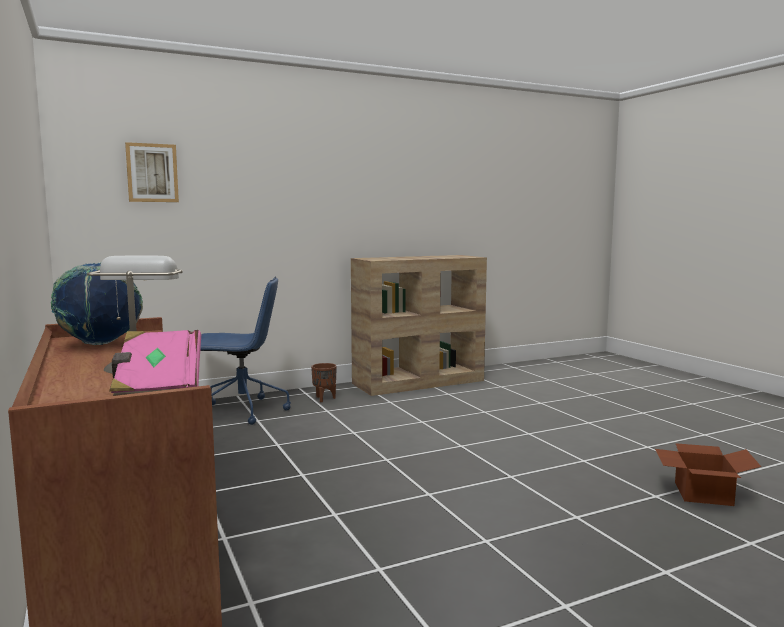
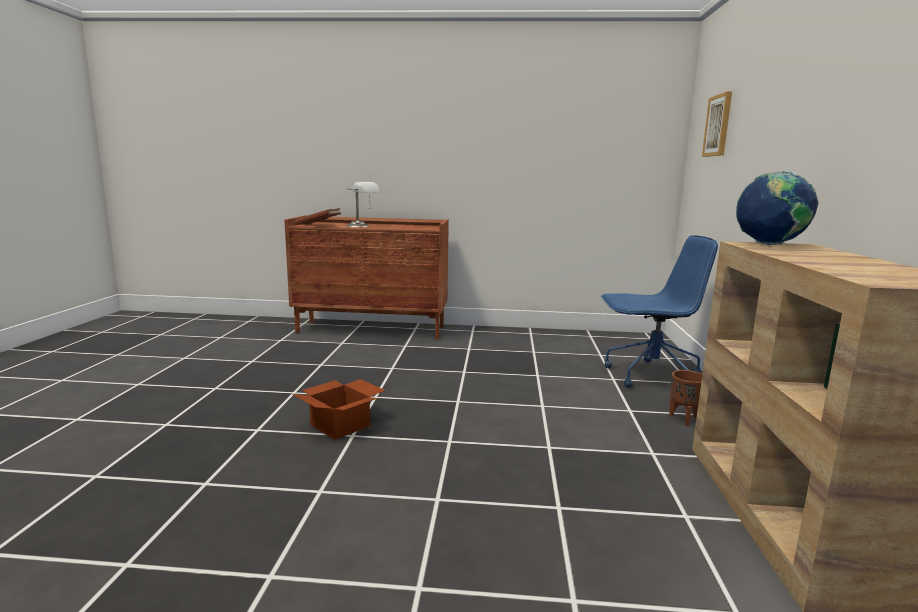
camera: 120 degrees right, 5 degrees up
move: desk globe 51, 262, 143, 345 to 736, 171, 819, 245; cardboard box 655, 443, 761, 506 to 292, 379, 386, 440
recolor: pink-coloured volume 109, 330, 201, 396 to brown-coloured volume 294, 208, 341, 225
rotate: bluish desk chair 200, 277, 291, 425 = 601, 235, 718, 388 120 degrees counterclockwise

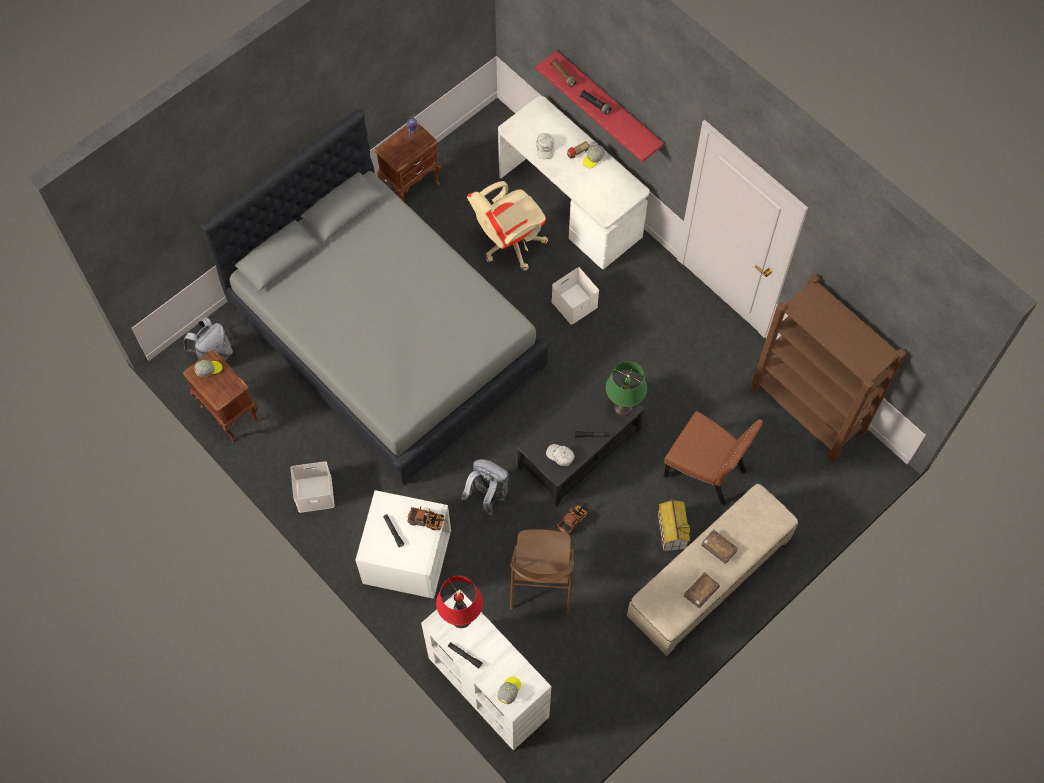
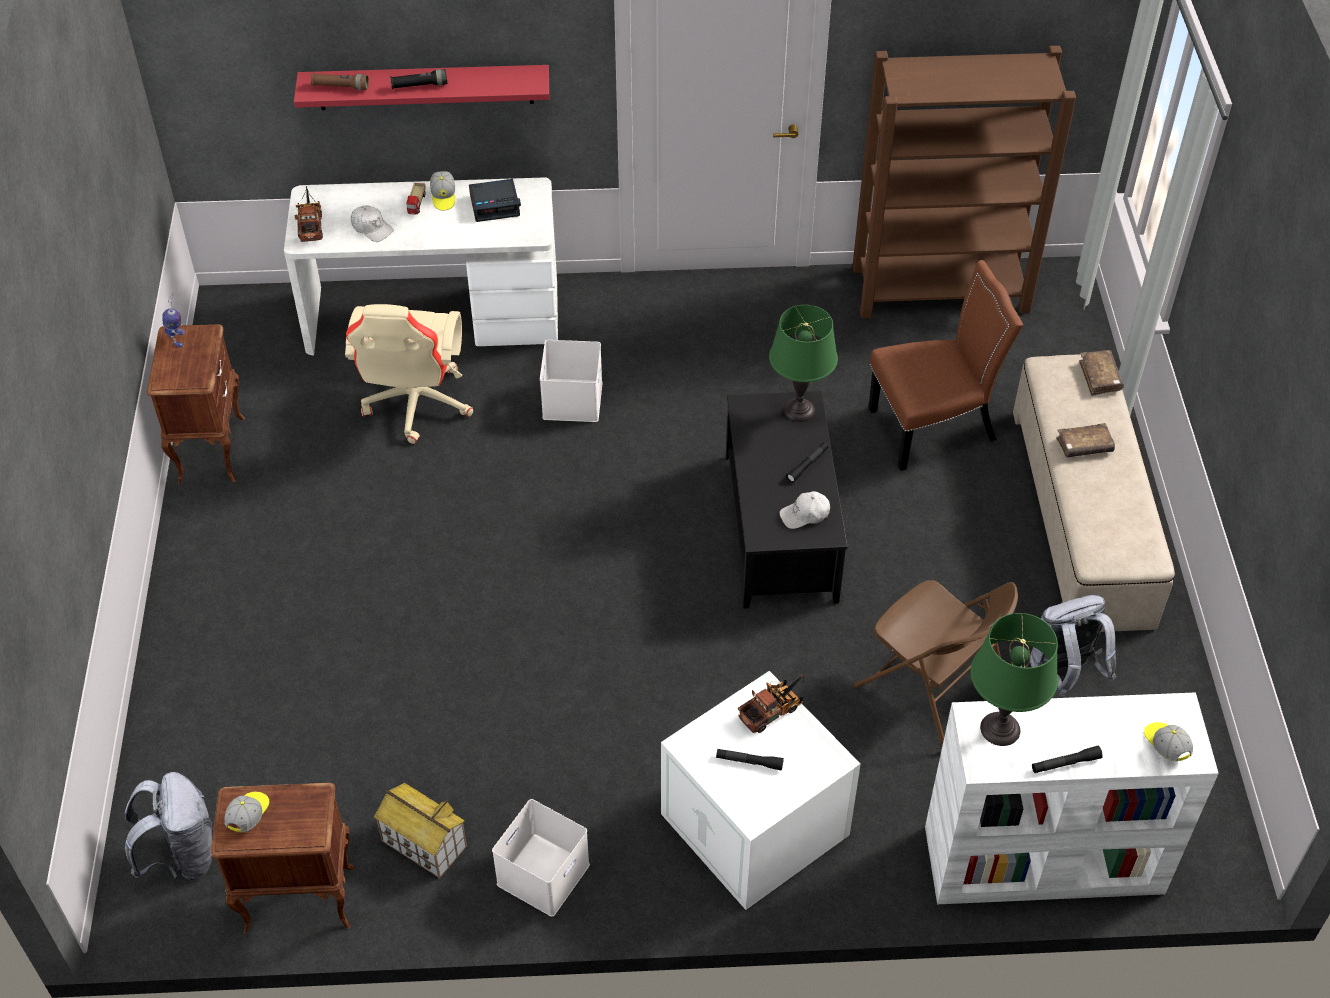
camera: 50 degrees left, 15 degrees down
delete: greyish bedroom bed 201, 110, 548, 485
insert: table clock 469, 179, 521, 222
move: greyish rucksack 461, 459, 509, 515 to 1030, 595, 1116, 696; toy lorry 557, 501, 589, 535 to 294, 186, 323, 242; model house 658, 499, 691, 551 to 374, 783, 467, 879; brown-coloured volume 684, 572, 720, 608 to 1079, 350, 1124, 396
recolor: red table lamp 436, 576, 483, 628 to greenish table lamp 971, 613, 1058, 746

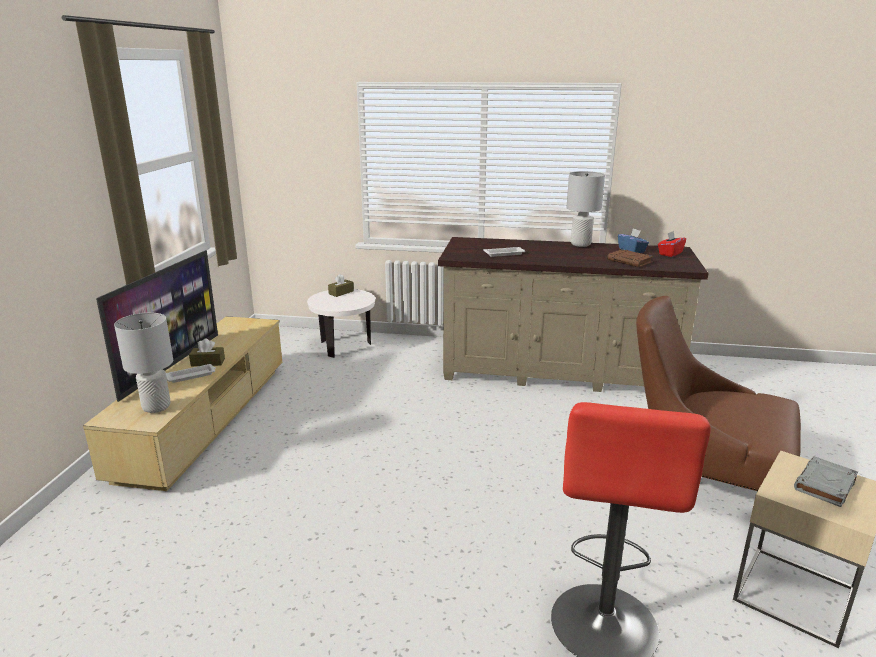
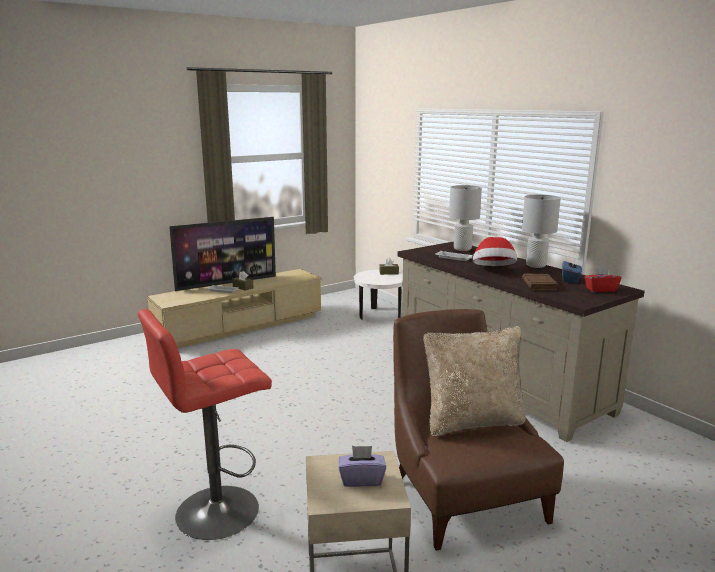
camera: 45 degrees right, 5 degrees down
insert: beige-coloured throw pillow 423, 326, 526, 436; hat 473, 237, 517, 266
move: greyish table lamp 114, 313, 173, 413 to 449, 185, 482, 251
replace: greyish volume 794, 456, 858, 507 to purple-coloured tissue holder 339, 446, 386, 487

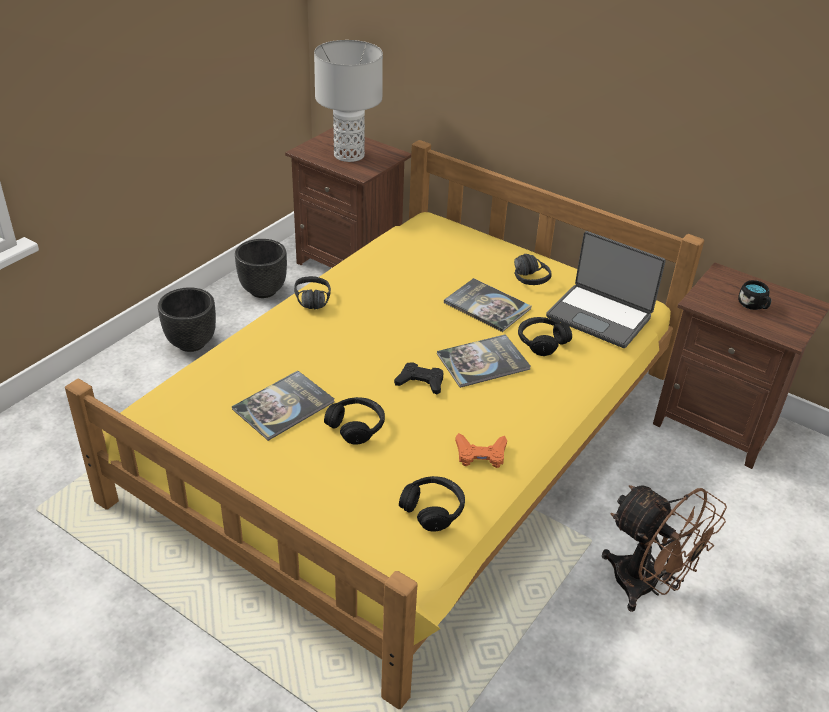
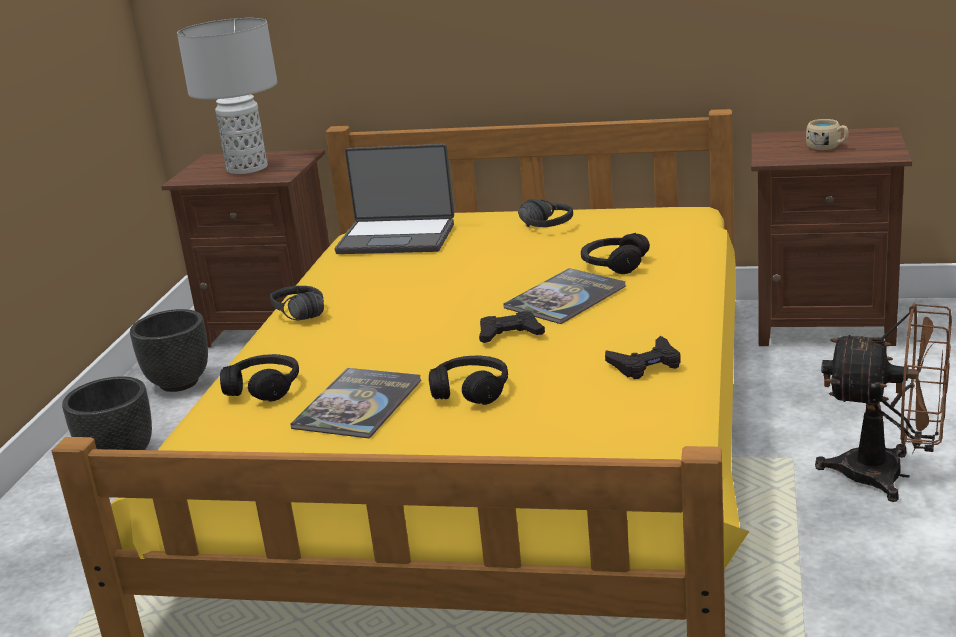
camera: 20 degrees left, 15 degrees down
delete: volume 444, 278, 531, 332
move: black-coloured headset 399, 476, 465, 532 to 220, 354, 299, 402; laptop 546, 231, 666, 348 to 335, 144, 454, 254
recolor: orangey game controller 455, 433, 507, 468 to black-coloured game controller 605, 336, 681, 379; black-coloured tea mug 738, 280, 771, 310 to beige-coloured tea mug 806, 119, 848, 150

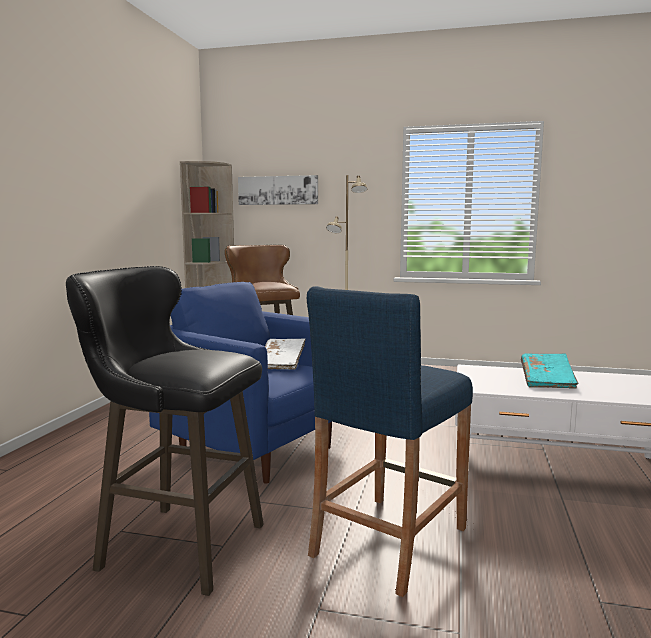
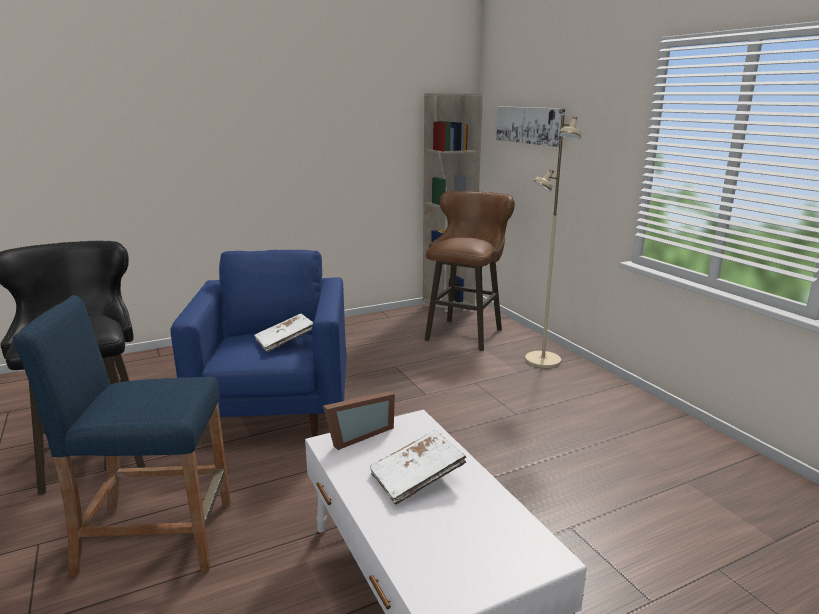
camera: 50 degrees right, 10 degrees up
insert: picture frame 323, 391, 395, 450
recolor: turquoise volume 521, 353, 578, 388 to white-coloured volume 370, 431, 466, 505

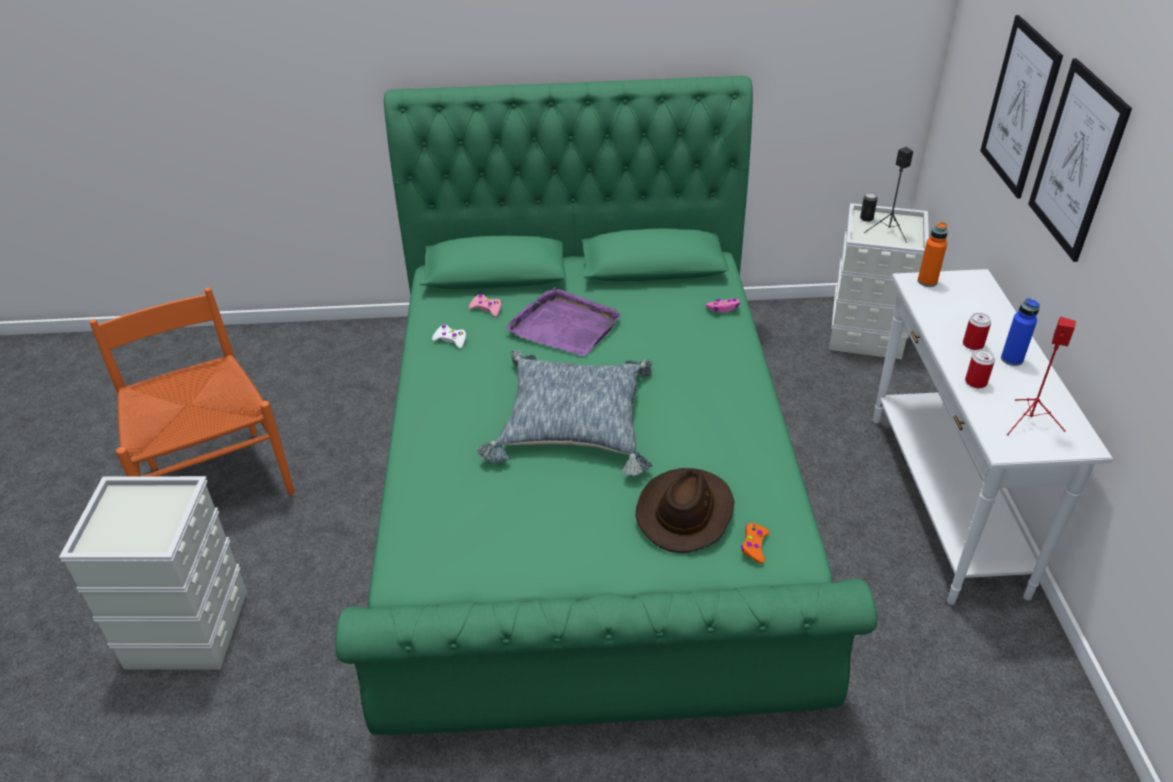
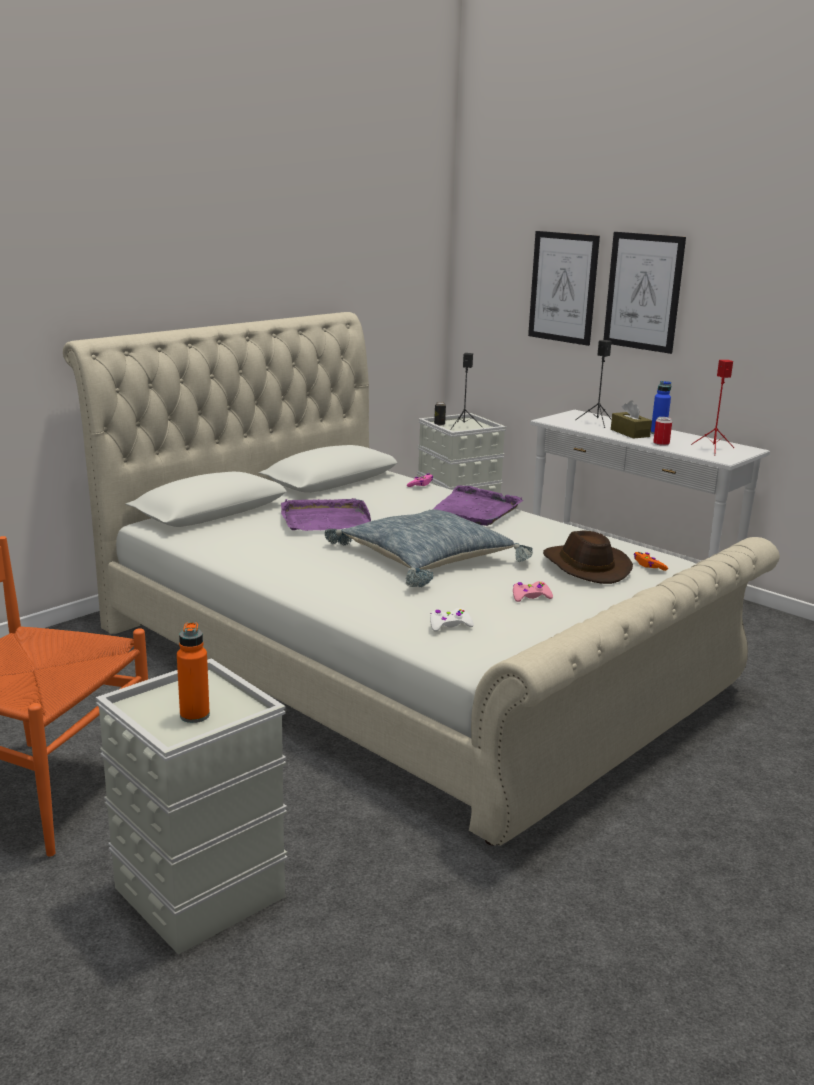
camera: 45 degrees left, 20 degrees down
insert: purple-coloured tray 433, 486, 523, 526; black-coloured loudspeaker 577, 340, 612, 428
move: white-coloured game controller 432, 325, 466, 349 to 430, 608, 474, 632; pink-coloured game controller 469, 294, 502, 317 to 513, 581, 553, 602; orangey bottle 918, 222, 948, 287 to 177, 622, 210, 723
replace: can 963, 313, 991, 350 to brown-coloured tissue holder 611, 401, 652, 439
recolor: greenish bedroom bed 335, 76, 877, 735 to beige-coloured bedroom bed 63, 312, 780, 846

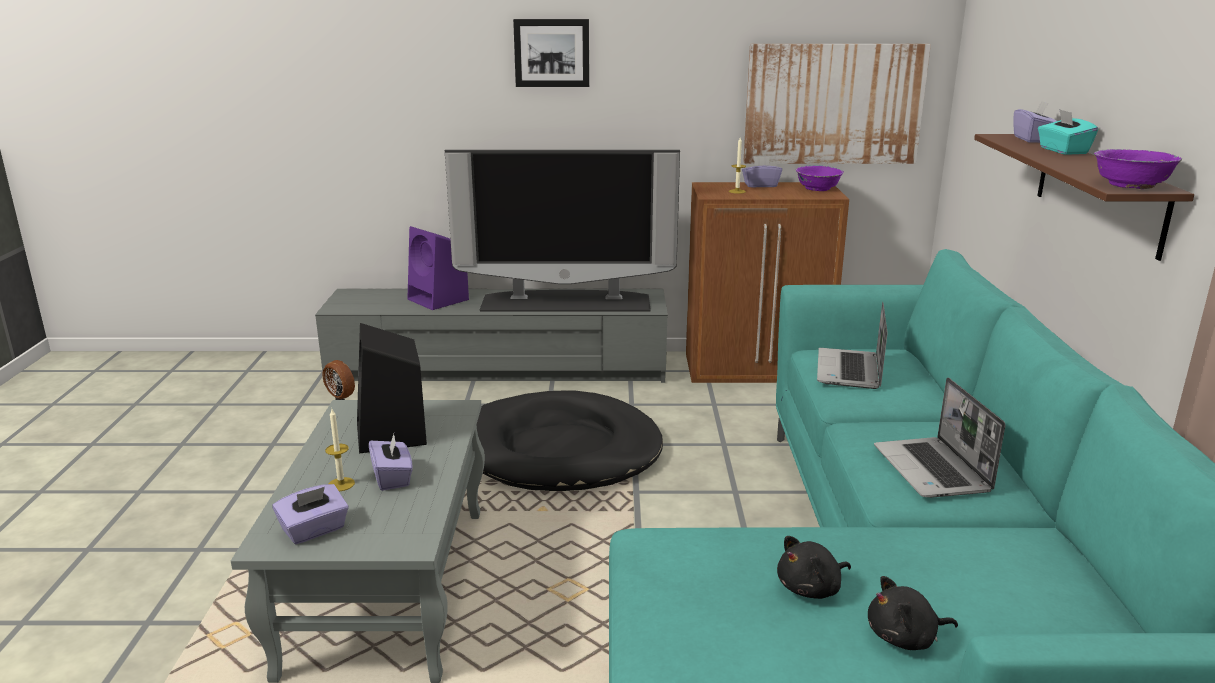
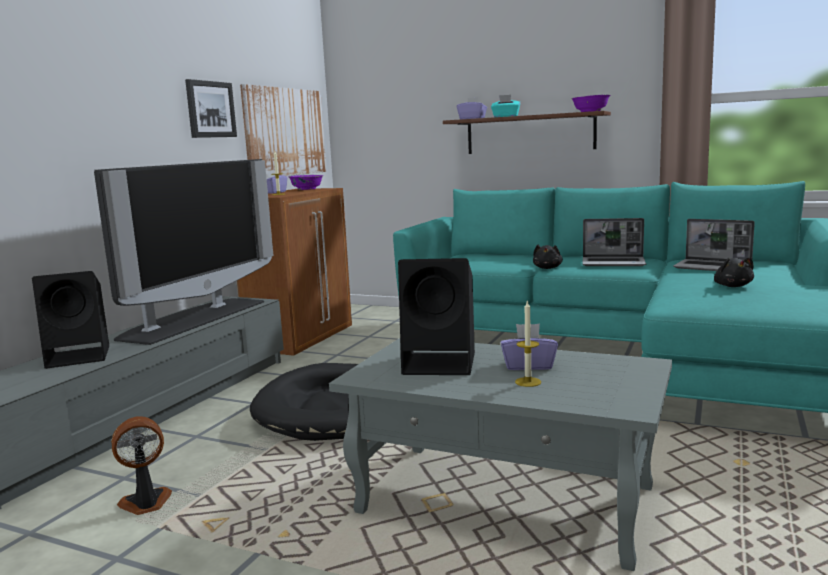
camera: 65 degrees left, 10 degrees down
delete: purple-coloured tissue holder 273, 484, 349, 544
move: wall picture 513, 19, 589, 87 to 185, 79, 237, 138; laptop 817, 302, 887, 389 to 673, 219, 755, 271; black-coloured cuddly toy 868, 576, 958, 650 to 533, 245, 563, 269
recolor: purple-coloured loudspeaker 407, 226, 469, 310 to black-coloured loudspeaker 32, 271, 109, 369

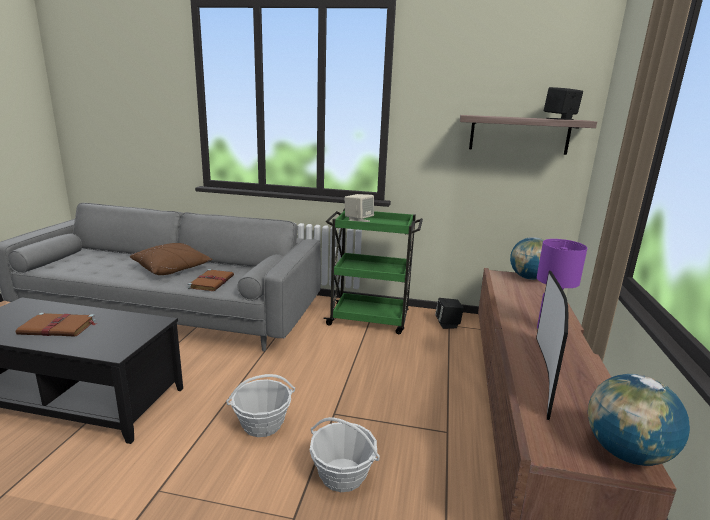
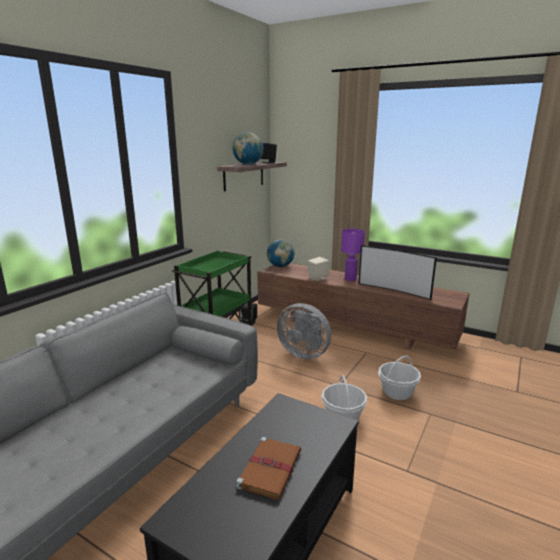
camera: 70 degrees left, 0 degrees up
delete: brown-coloured throw pillow 130, 243, 213, 275; brown-coloured volume 188, 269, 234, 291
insert: greyish electric fan 277, 303, 331, 359
move: beige-coloured loudspeaker 345, 194, 374, 222 to 307, 257, 329, 281; desk globe 588, 374, 690, 466 to 233, 132, 264, 165

